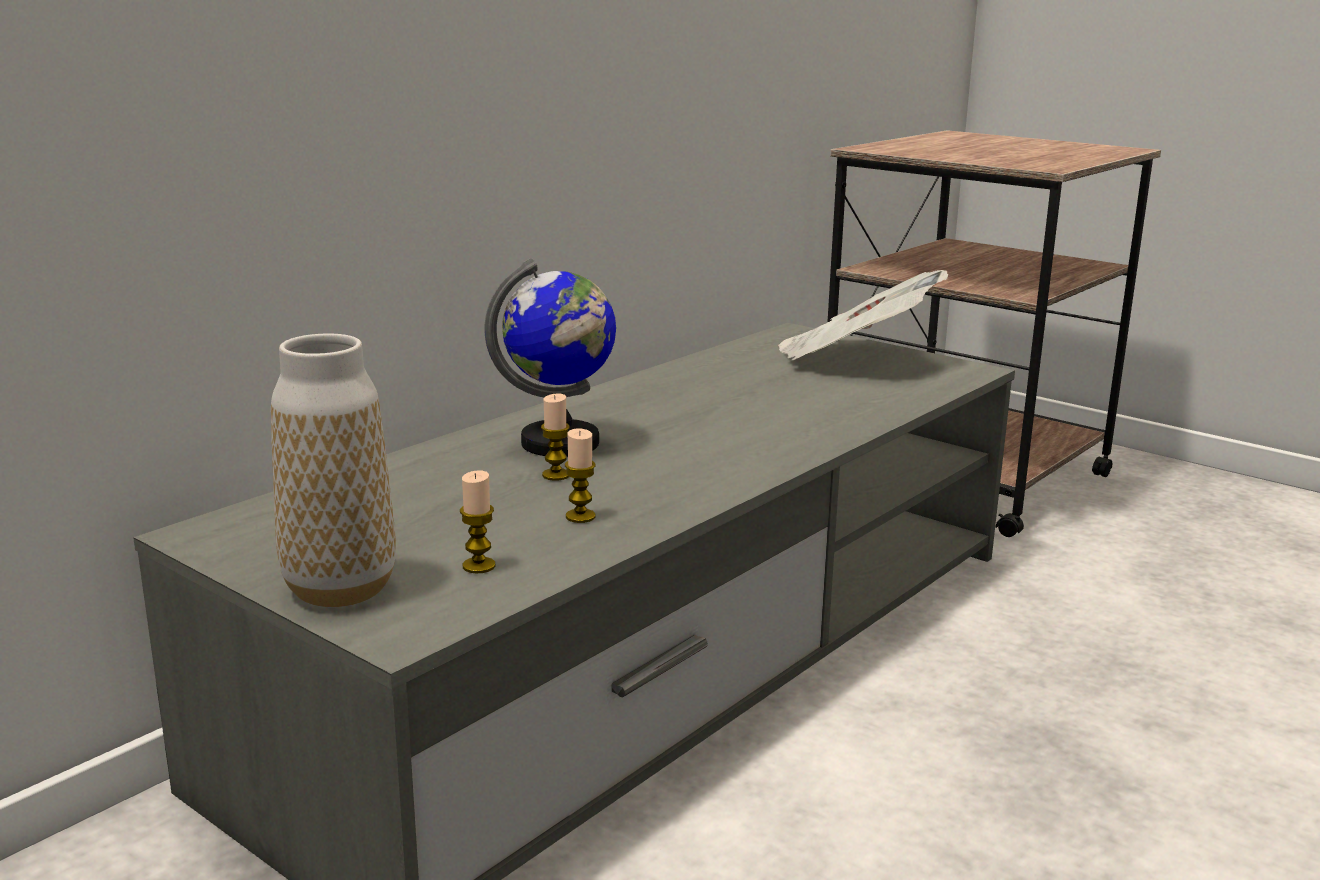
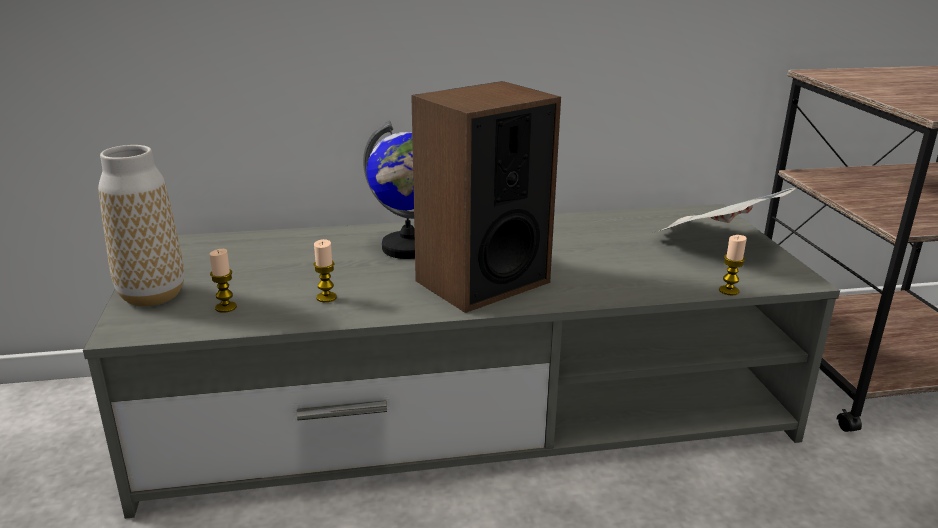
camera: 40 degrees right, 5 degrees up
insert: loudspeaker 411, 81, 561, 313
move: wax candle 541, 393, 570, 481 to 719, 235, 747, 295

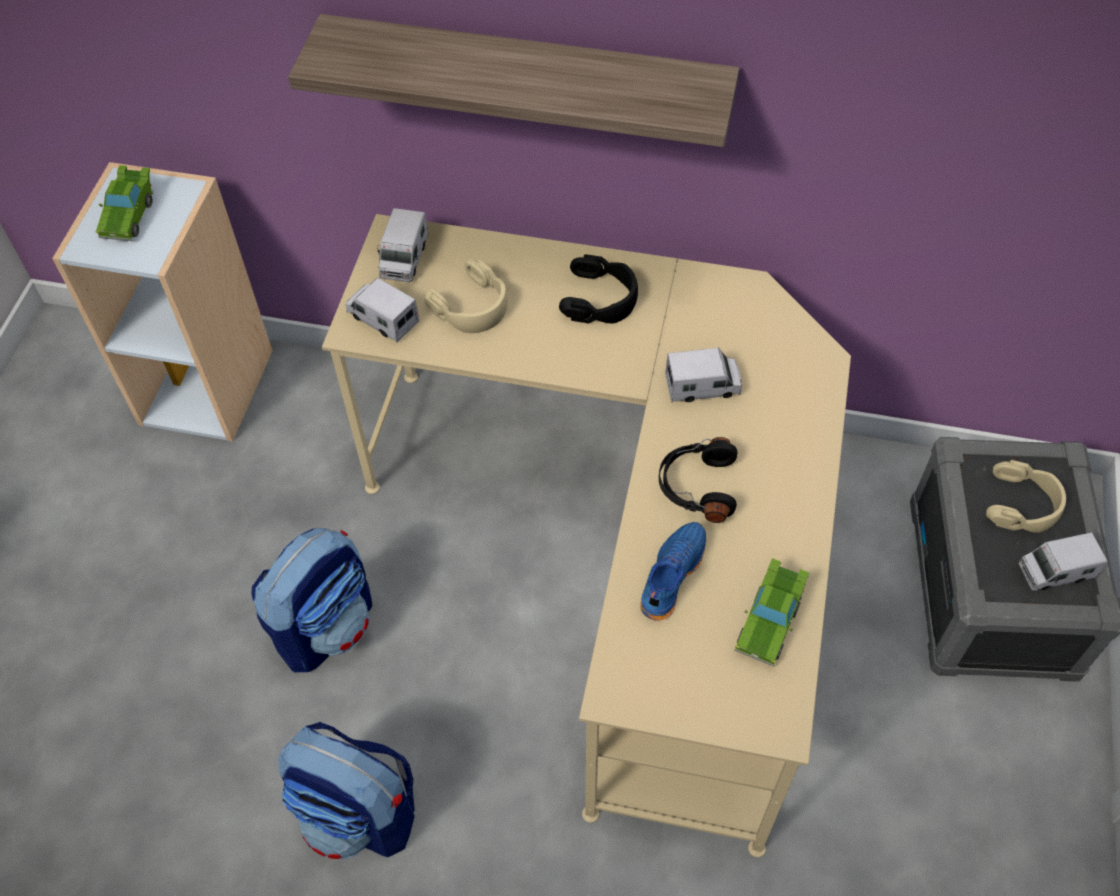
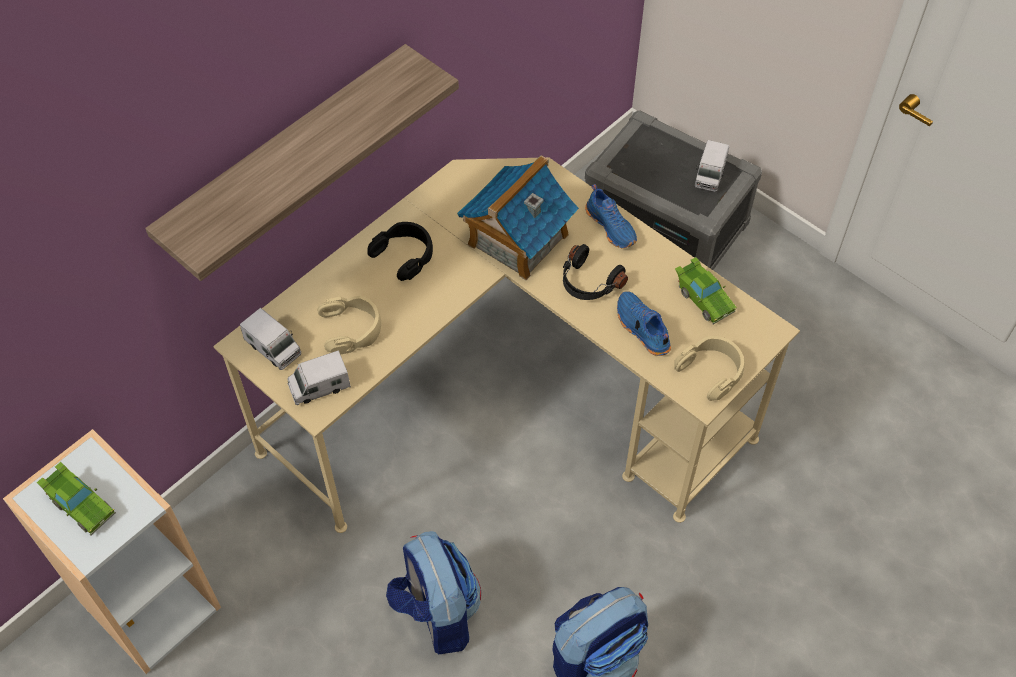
camera: 60 degrees left, 0 degrees up
insert: bluish shoe 585, 184, 637, 248
move: beige-coloured headset 986, 460, 1066, 533 to 674, 336, 745, 401
replace: toy lorry 665, 348, 742, 403 to model house 457, 155, 579, 280

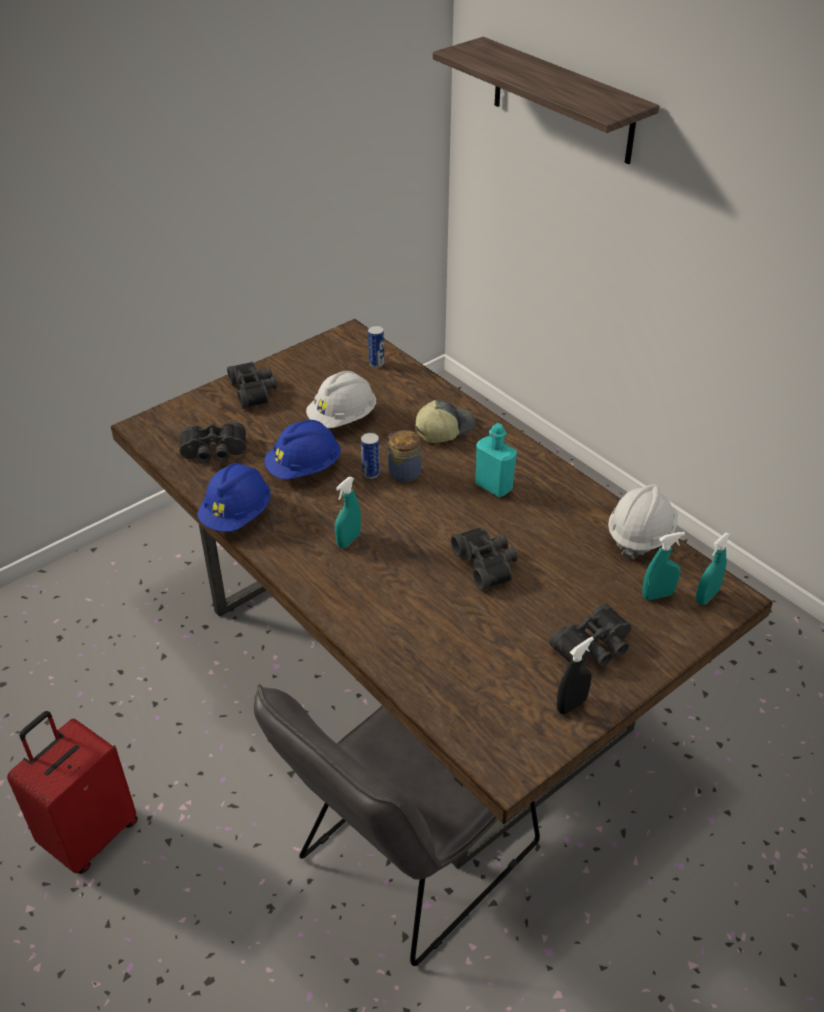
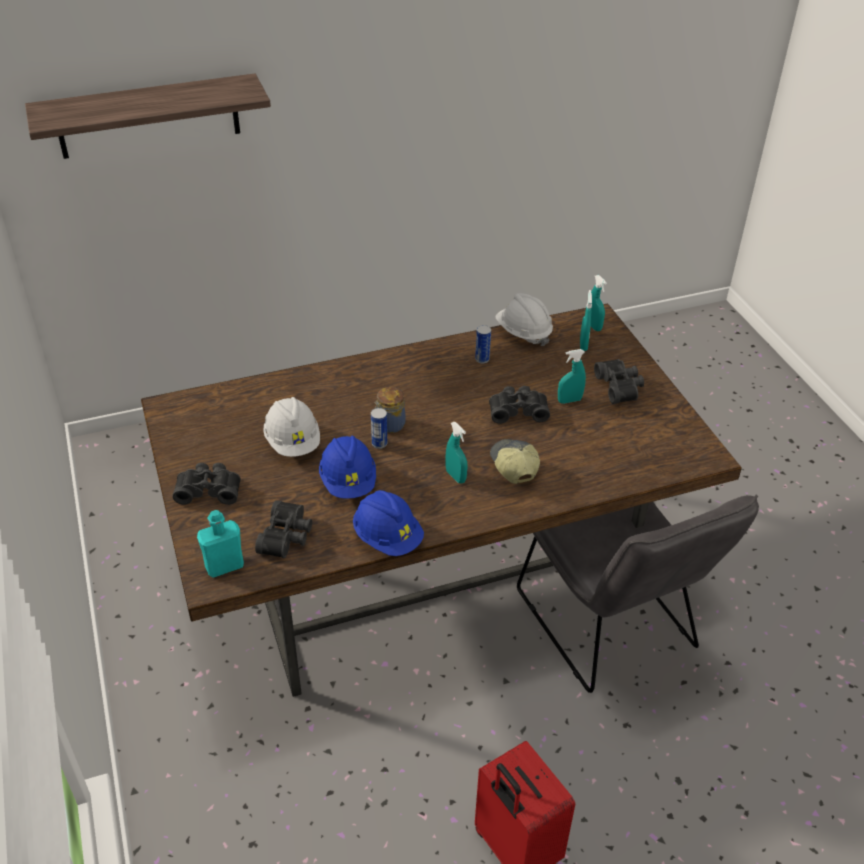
camera: 70 degrees left, 0 degrees up
delete: black-coloured hand sprayer 557, 637, 594, 714
insert: turquoise hand sprayer 558, 349, 586, 404
move: can 368, 325, 384, 368 to 475, 325, 491, 363; baseball cap 415, 400, 476, 443 to 490, 439, 540, 484; turquoise bottle 475, 423, 517, 497 to 197, 510, 244, 578

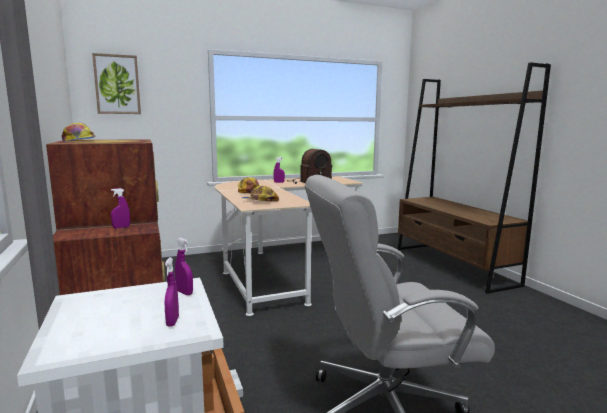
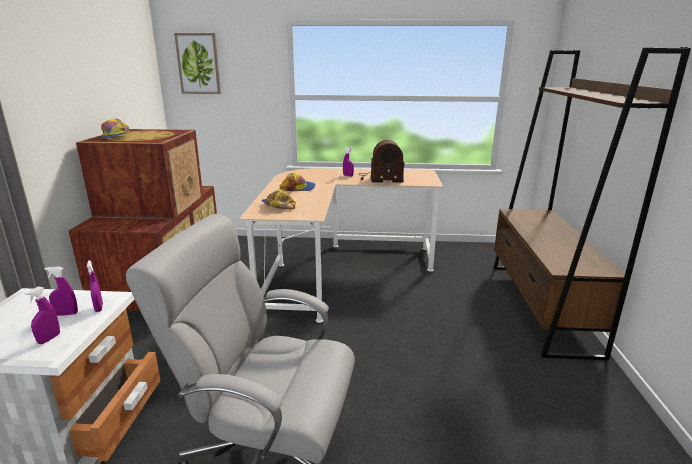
camera: 25 degrees right, 10 degrees up
move: purple-coloured hand sprayer 111, 188, 130, 229 to 44, 267, 78, 316

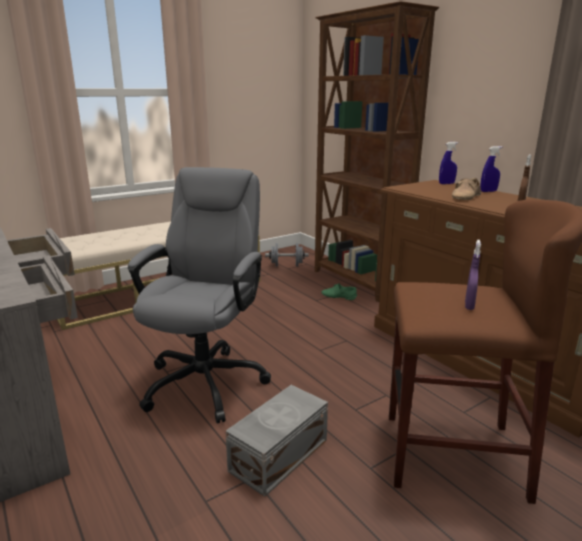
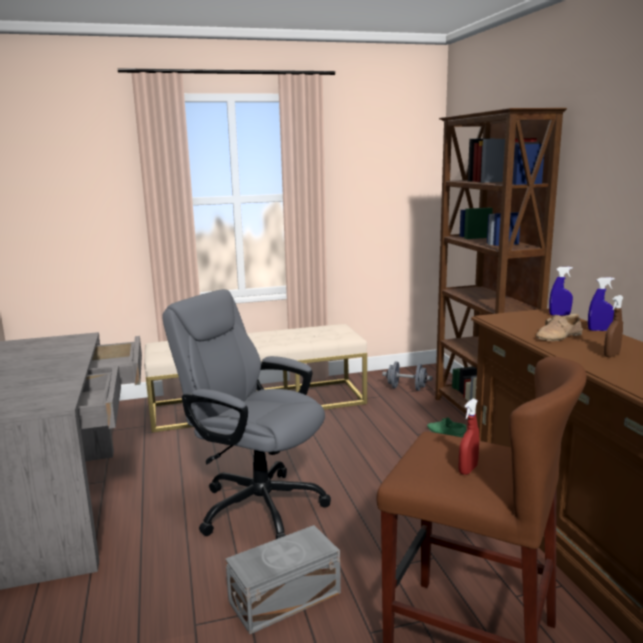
camera: 20 degrees right, 5 degrees down
recolor: purple-coloured hand sprayer 465, 240, 481, 310 to red hand sprayer 459, 399, 479, 475
rotate: greyish desk chair 128, 167, 271, 424 = 162, 289, 331, 539 90 degrees counterclockwise

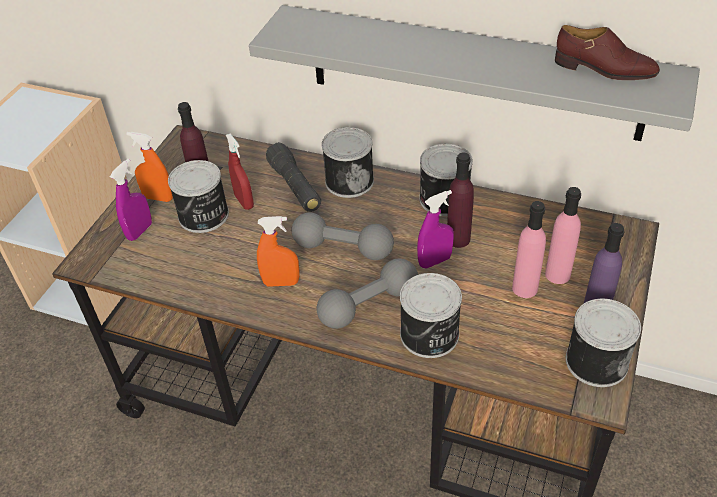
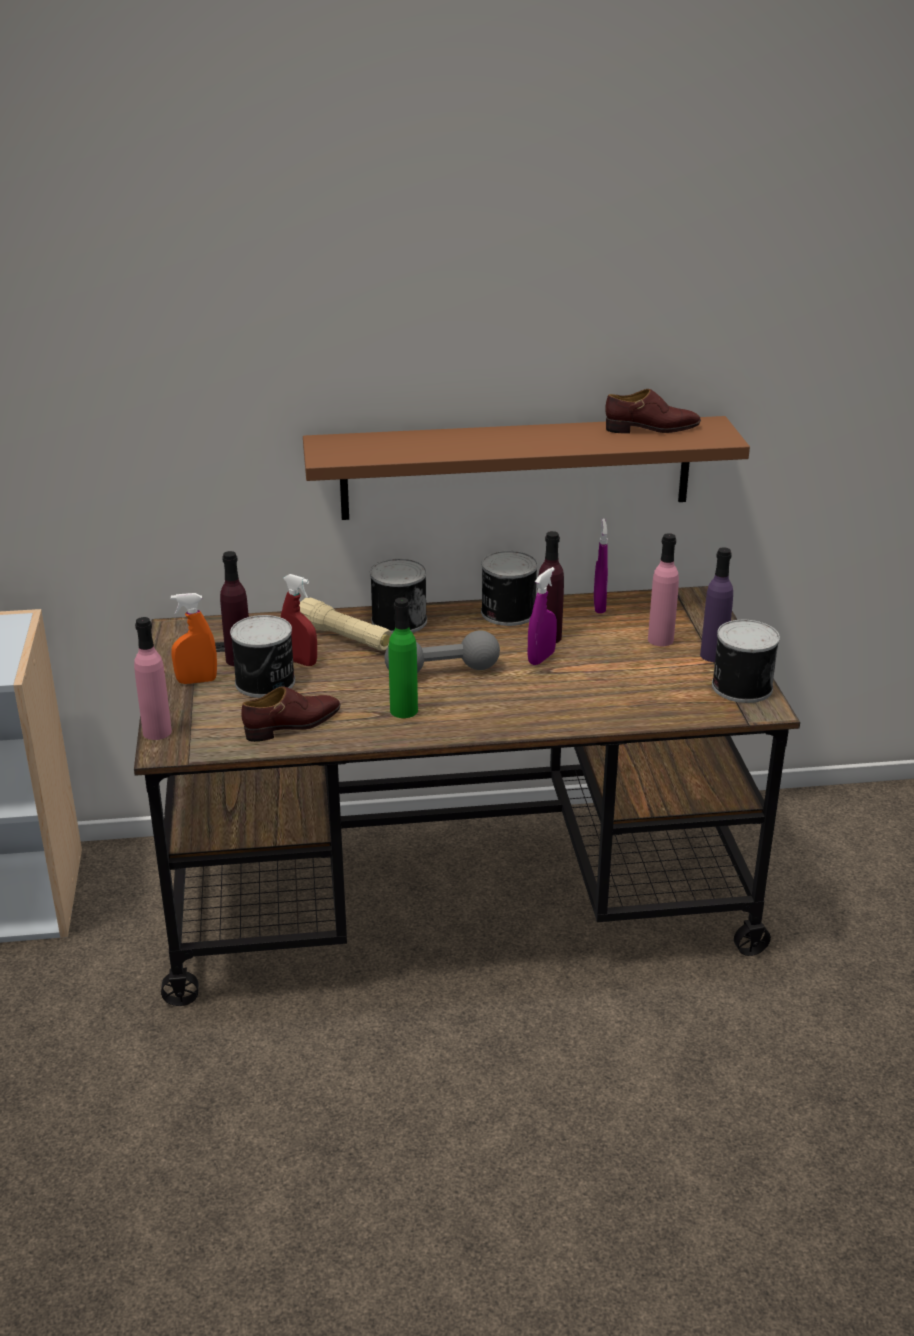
camera: 30 degrees left, 15 degrees down
delete: greyish free weight 317, 258, 418, 329; can 400, 273, 462, 358
insert: brown-coloured shoe 241, 686, 341, 742
move: purple-coloured hand sprayer 110, 159, 152, 241 to 594, 519, 608, 613; pink-coloured bottle 512, 201, 546, 298 to 134, 617, 172, 740
replace: orangey hand sprayer 257, 216, 300, 287 to greenish bottle 389, 598, 418, 718
recolor: greyish bracket shelf 249, 5, 700, 141 to brown-coloured bracket shelf 303, 416, 750, 520; black-coloured hand torch 266, 142, 321, 212 to beige-coloured hand torch 299, 598, 392, 651

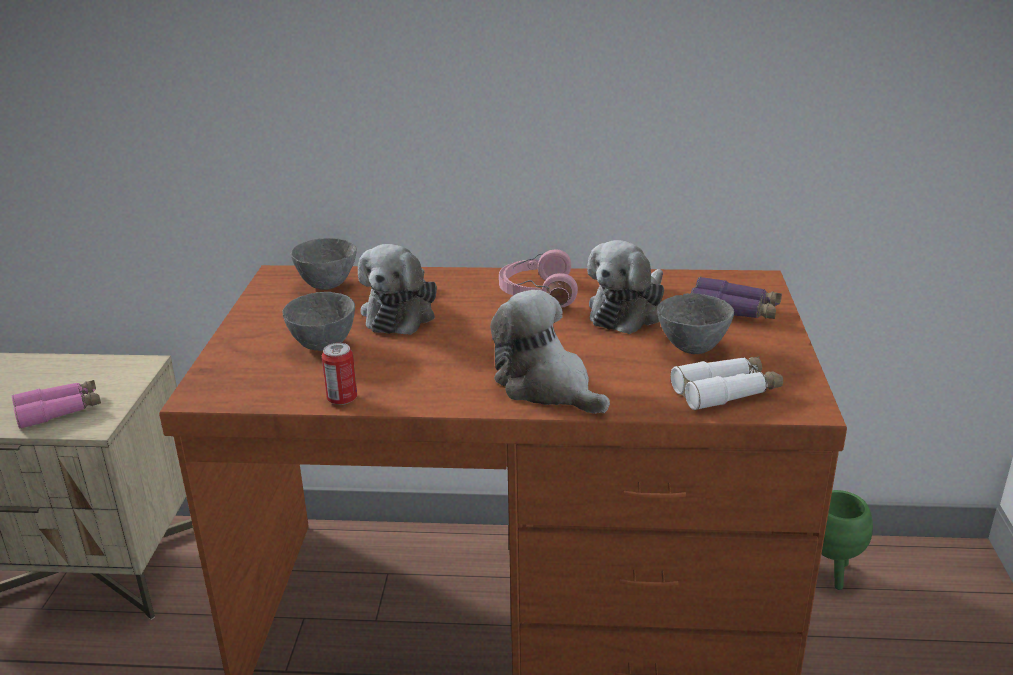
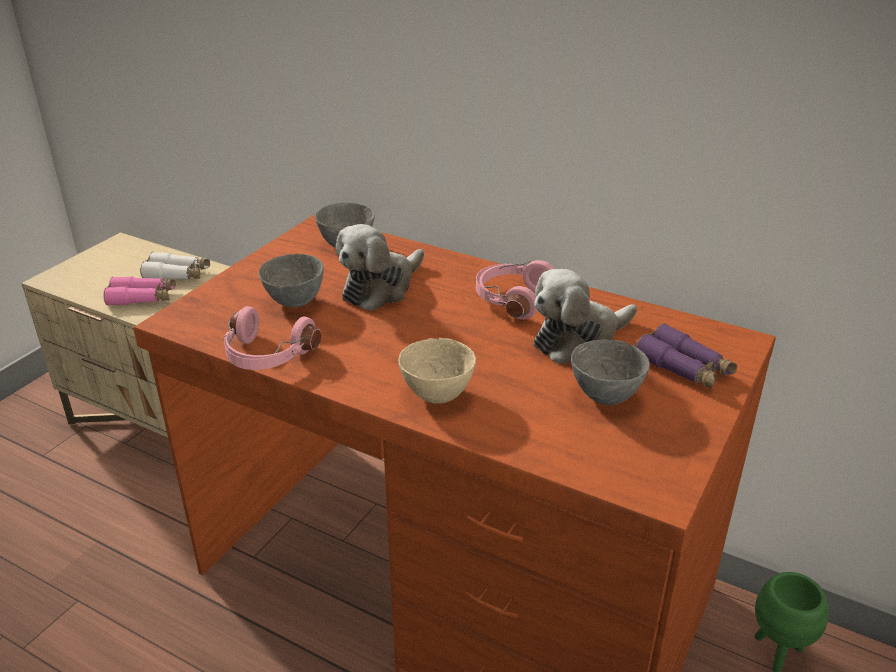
camera: 25 degrees right, 5 degrees up
move: white-coloured field glasses 671, 356, 783, 411 to 140, 252, 210, 279
replace: can 322, 343, 357, 405 to pink-coloured headset 223, 306, 321, 370; cuddly toy 490, 290, 610, 414 to beige-coloured deep dish 398, 338, 476, 404

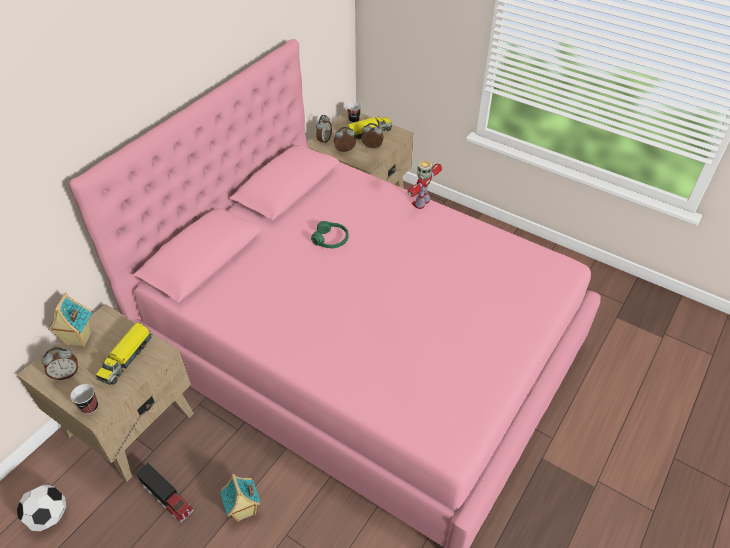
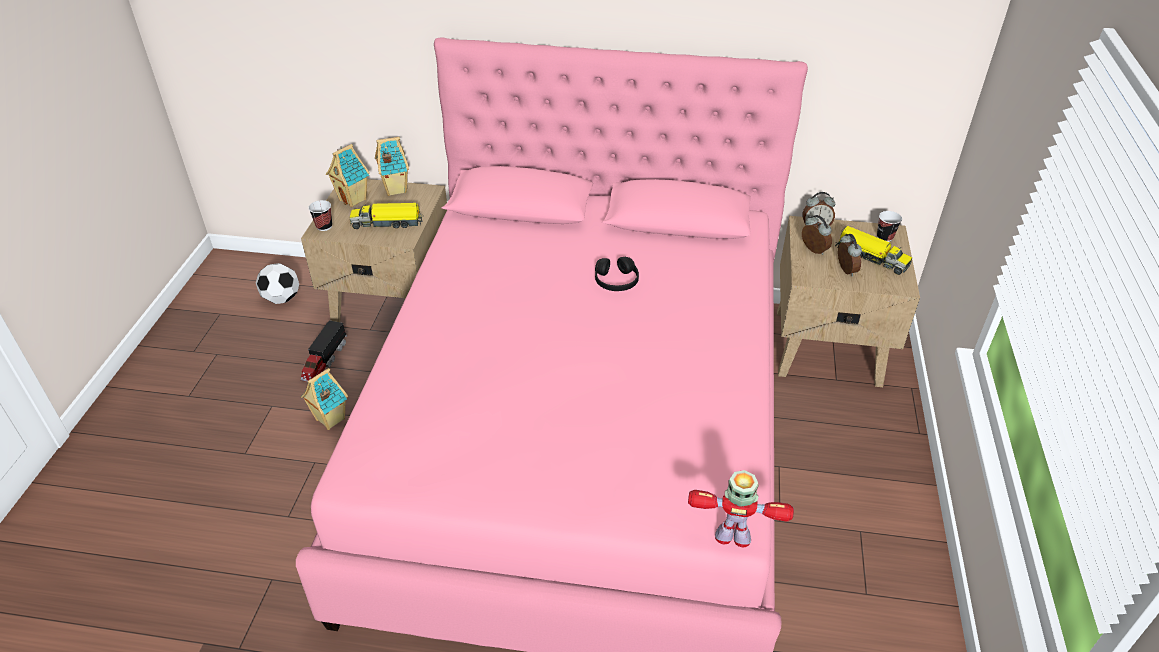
camera: 65 degrees right, 5 degrees down
move: toy robot 408, 160, 442, 209 to 688, 470, 794, 547
replace: table clock 42, 347, 78, 380 to model house 326, 144, 370, 207
recolor: greenish headset 311, 221, 348, 248 to black-coloured headset 595, 257, 639, 291

